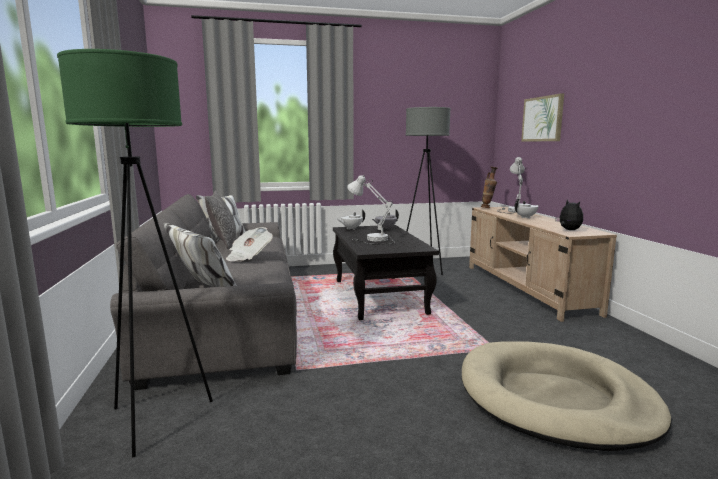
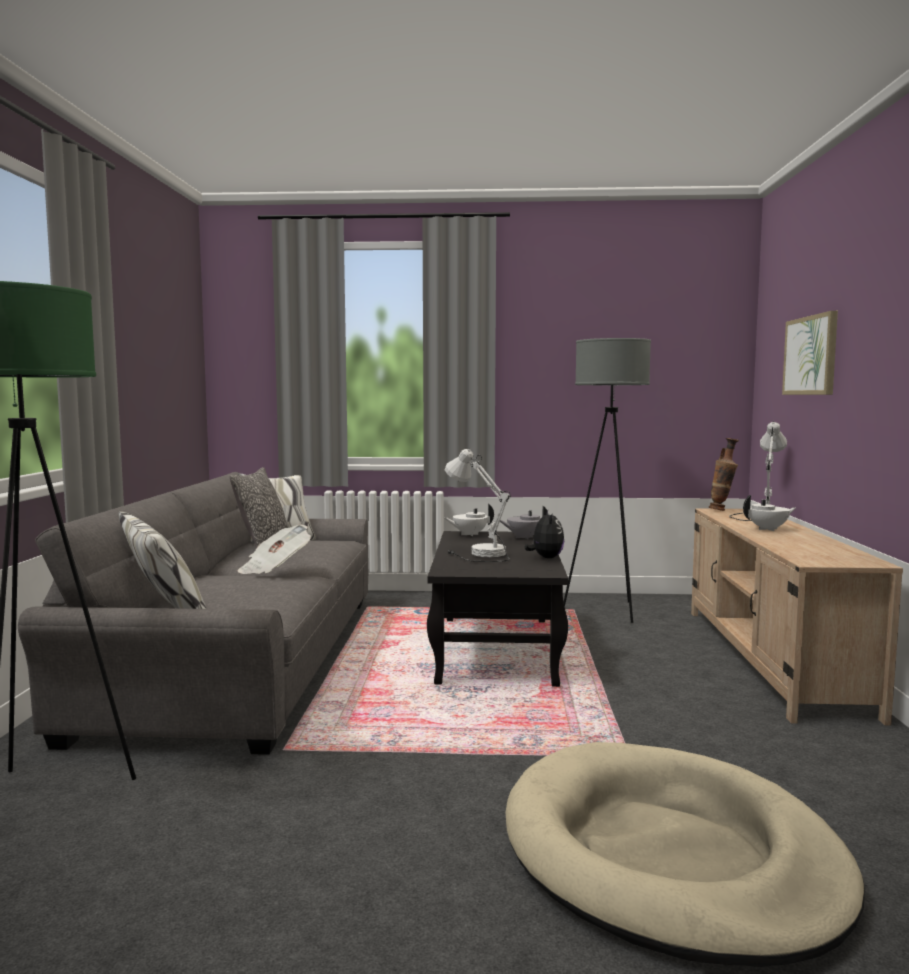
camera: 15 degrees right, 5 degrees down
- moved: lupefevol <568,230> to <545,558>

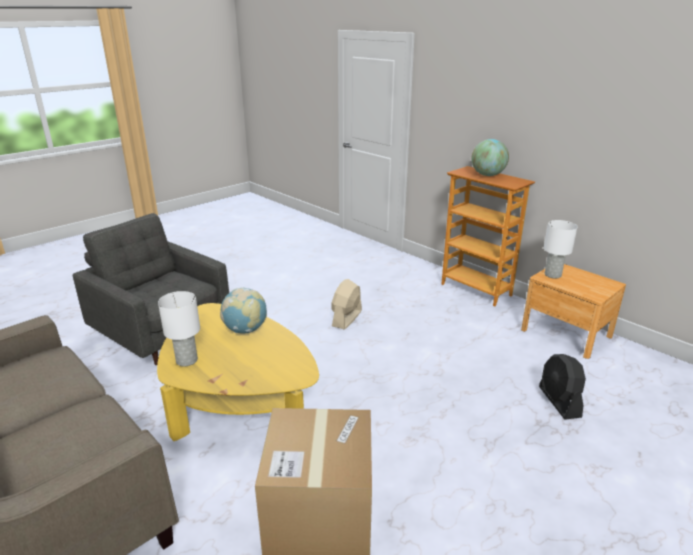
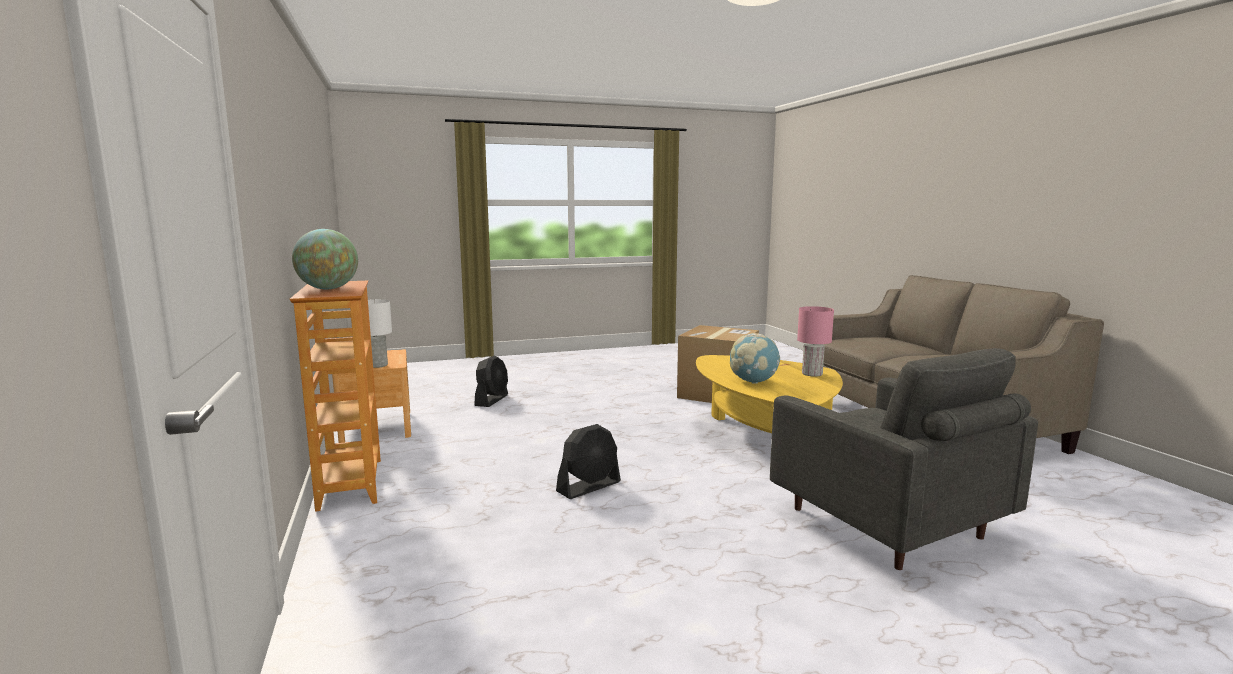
camera: 155 degrees left, 15 degrees down
- recoloured: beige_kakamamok <346,318> to black_kakamamok <589,487>
- recoloured: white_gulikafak <187,360> to pink_gulikafak <811,373>

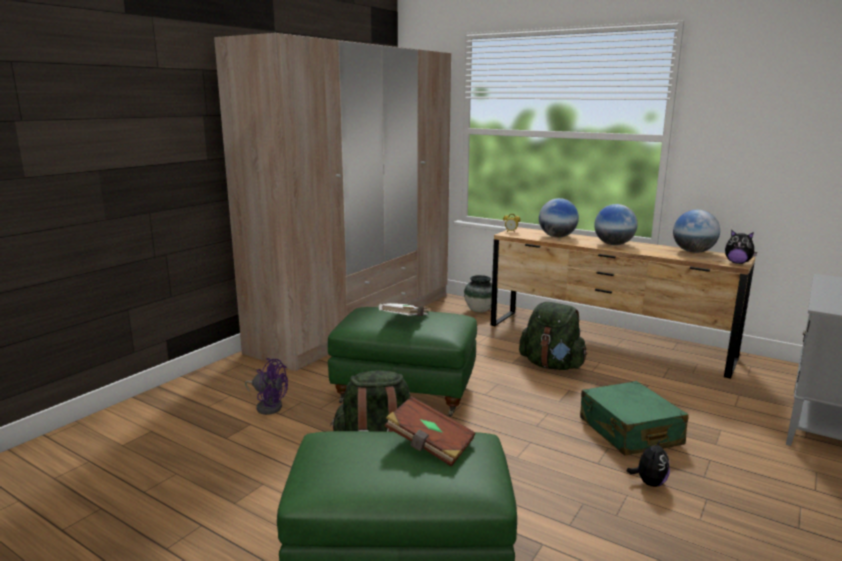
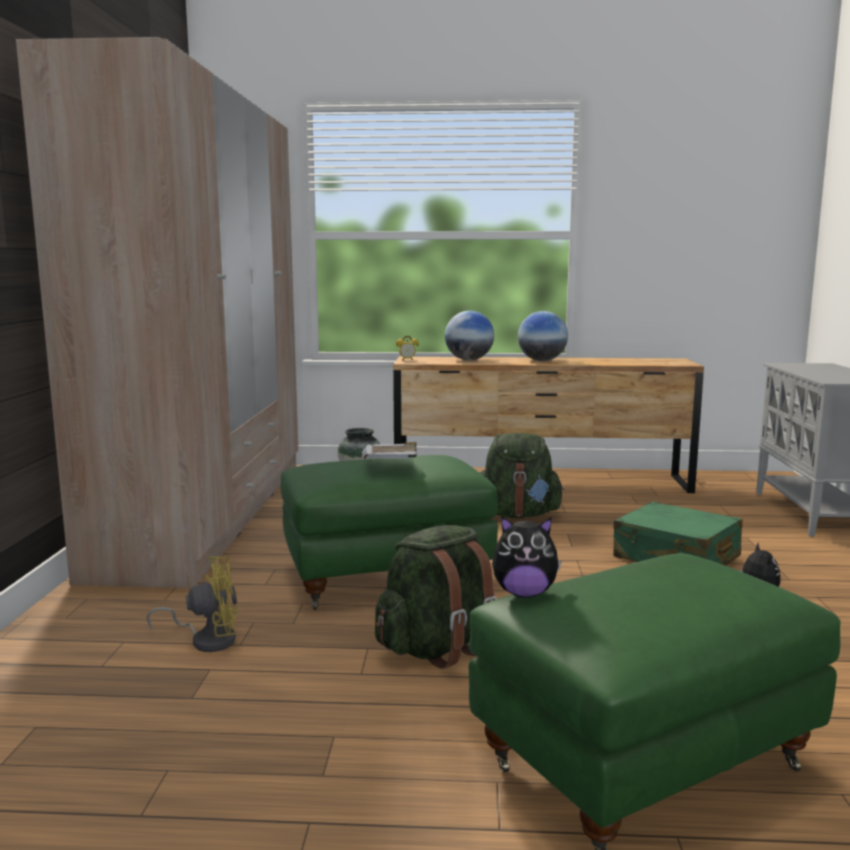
camera: 30 degrees left, 5 degrees down
- recoloured: purple_kakamamok <268,406> to yellow_kakamamok <208,639>
- moved: lupefevol <737,263> to <524,593>
- removed: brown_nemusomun <429,445>
- removed: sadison <693,252>

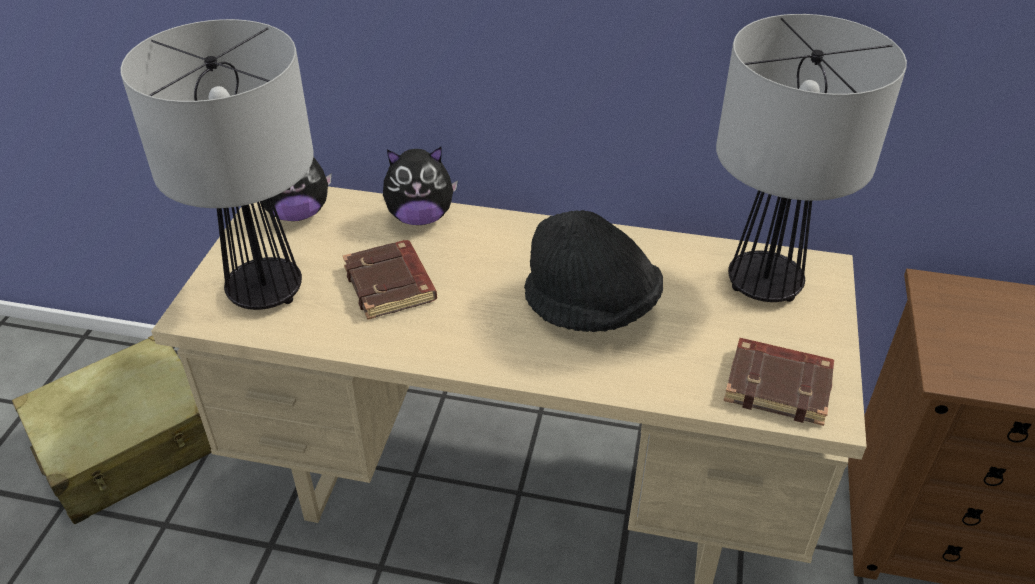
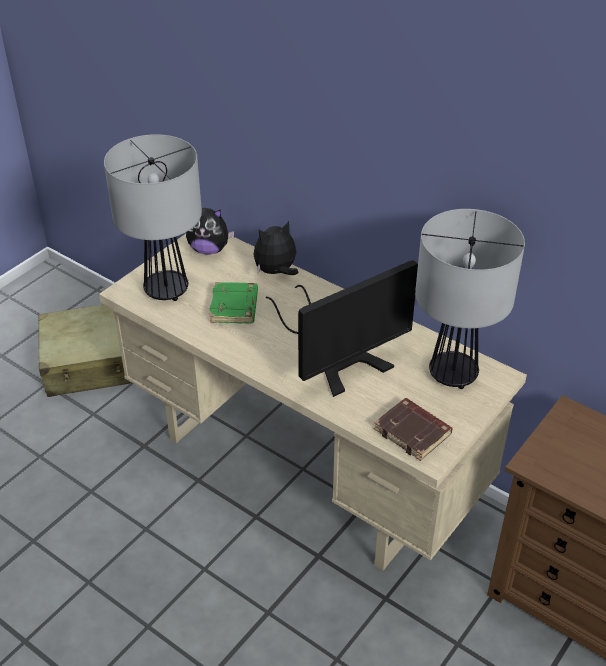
camera: 25 degrees right, 0 degrees up
- recoloured: brown_nemusomun <391,285> to green_nemusomun <235,307>
- turned: lupefevol <420,217> = <276,272> 135 degrees clockwise
- replaced: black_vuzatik <591,308> to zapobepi <337,355>

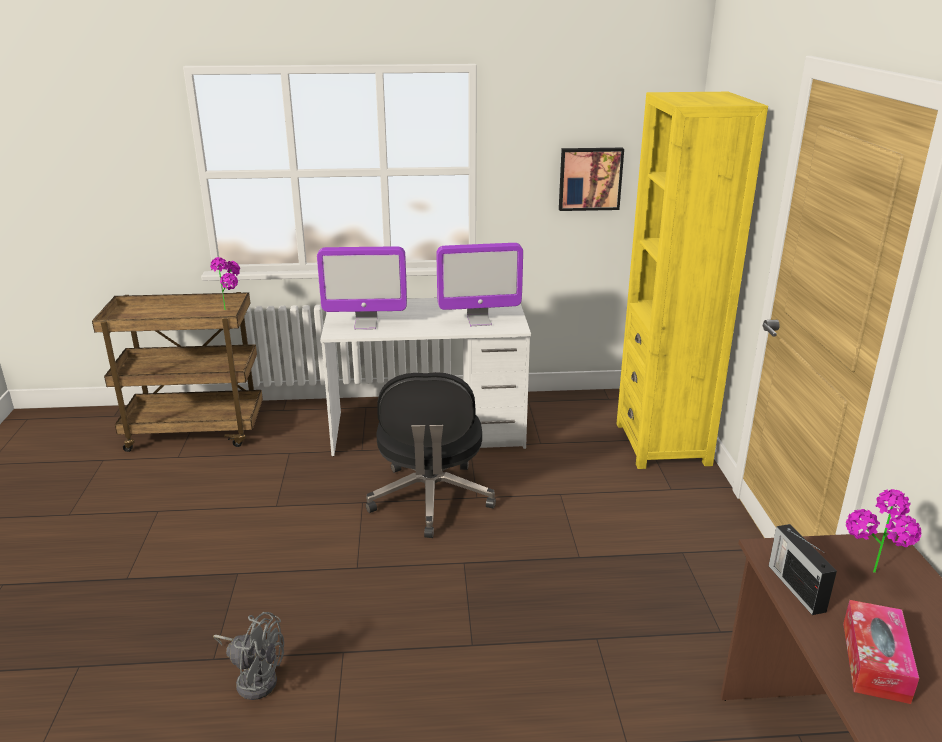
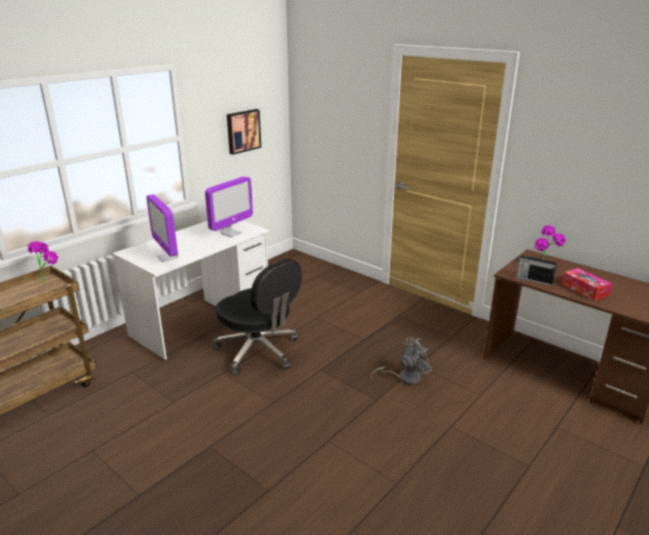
camera: 45 degrees left, 0 degrees up
- turned: zapobepi <365,325> = <168,257> 105 degrees clockwise
- moved: grey_kakamamok <254,678> to <404,378>
- removed: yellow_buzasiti <662,444>

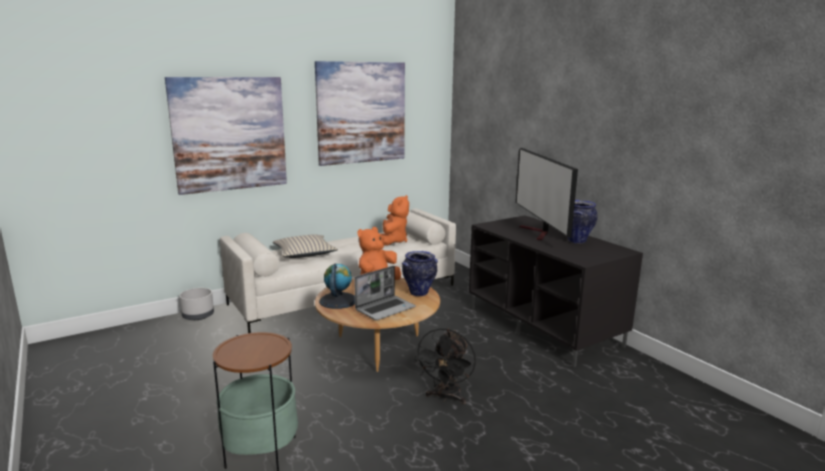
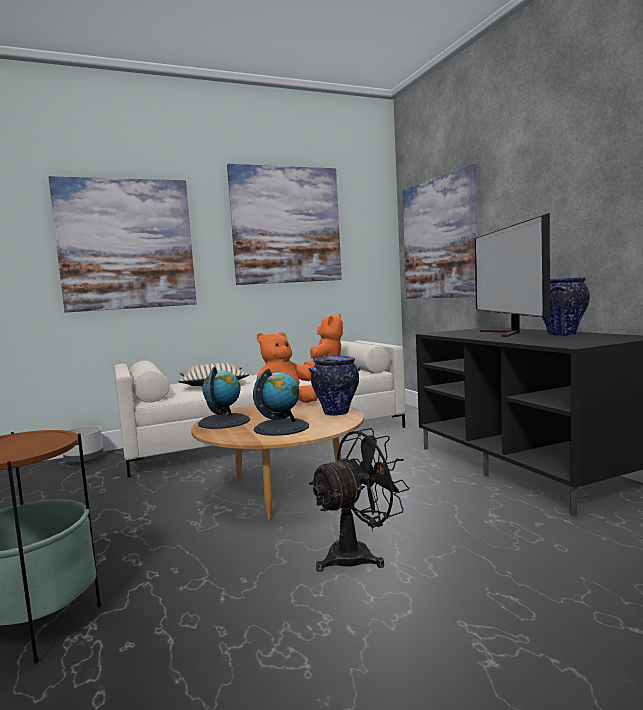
camera: 10 degrees right, 10 degrees down
- replaced: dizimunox <385,309> to sadison <281,427>
- turned: black_kakamamok <446,397> = <359,555> 150 degrees counterclockwise
- added: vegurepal <439,238>

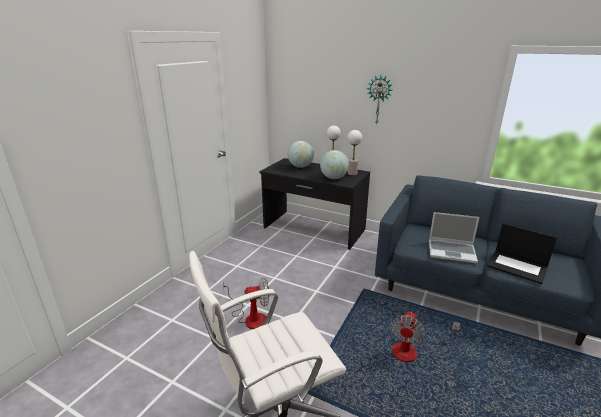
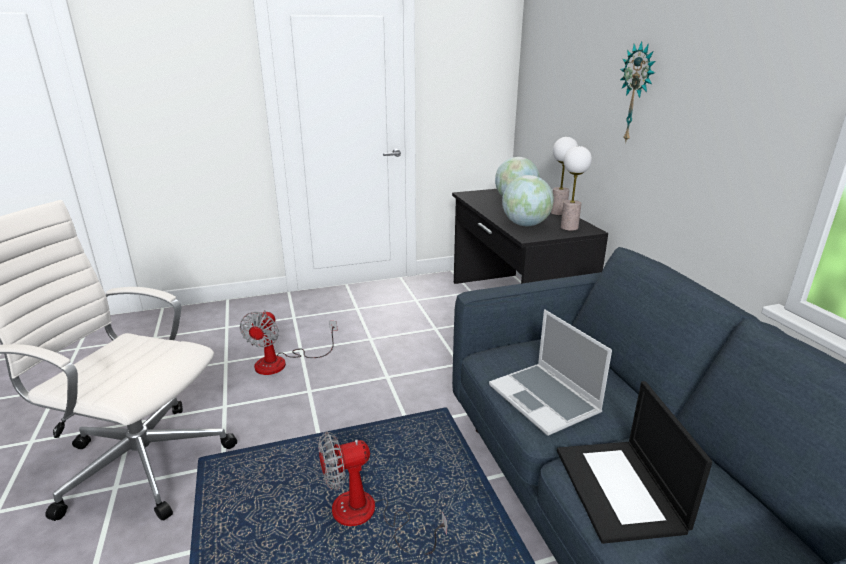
camera: 45 degrees right, 0 degrees up
- turned: kakamamok <251,317> = <282,362> 60 degrees clockwise

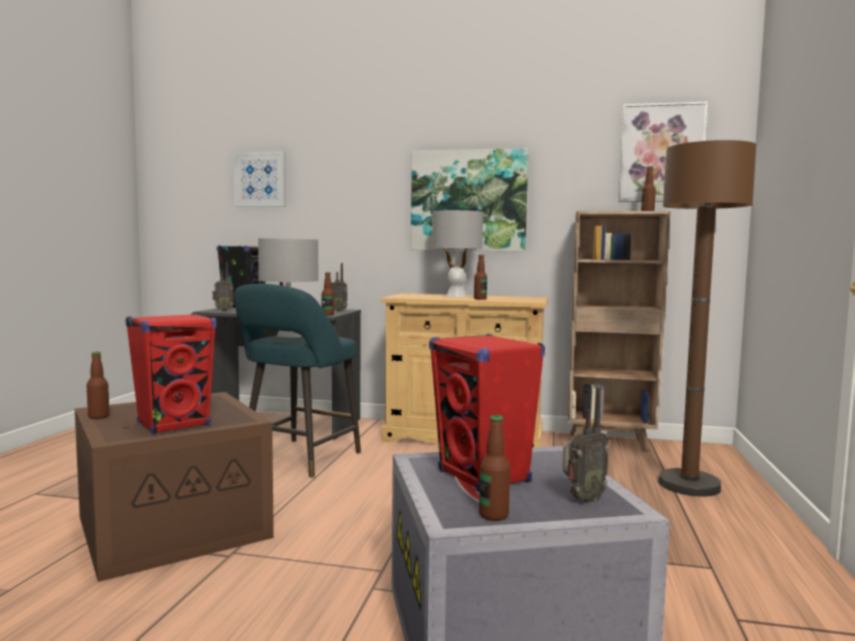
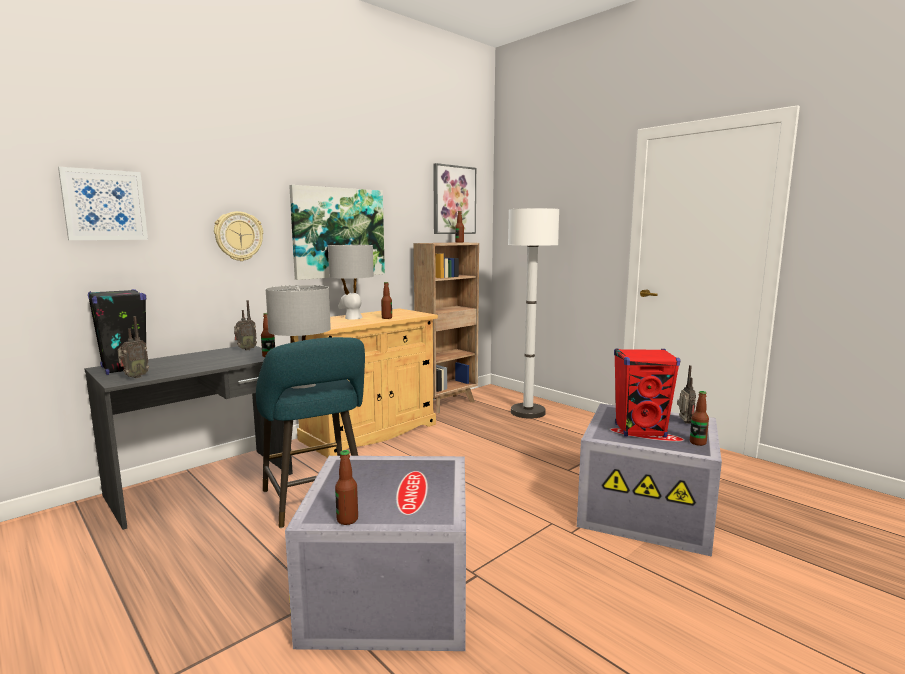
camera: 55 degrees left, 5 degrees up
- added: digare <238,236>
- recoloured: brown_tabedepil <175,525> to grey_tabedepil <388,590>
- recoloured: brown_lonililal <689,485> to white_lonililal <528,412>
- removed: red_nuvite <174,425>

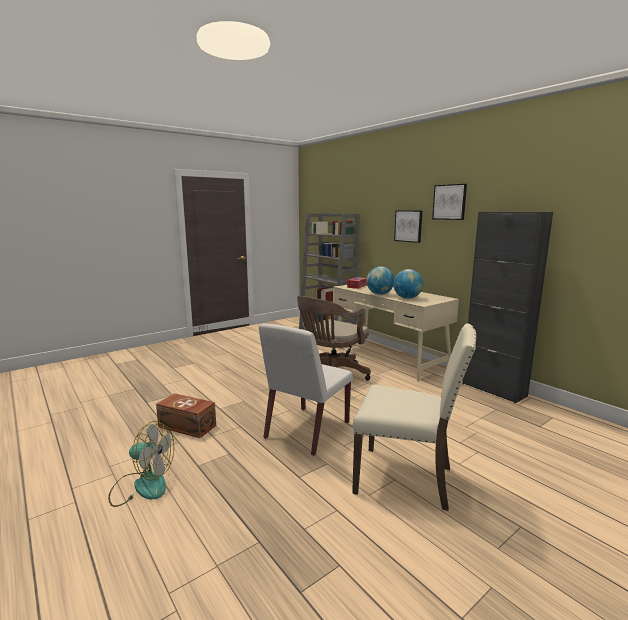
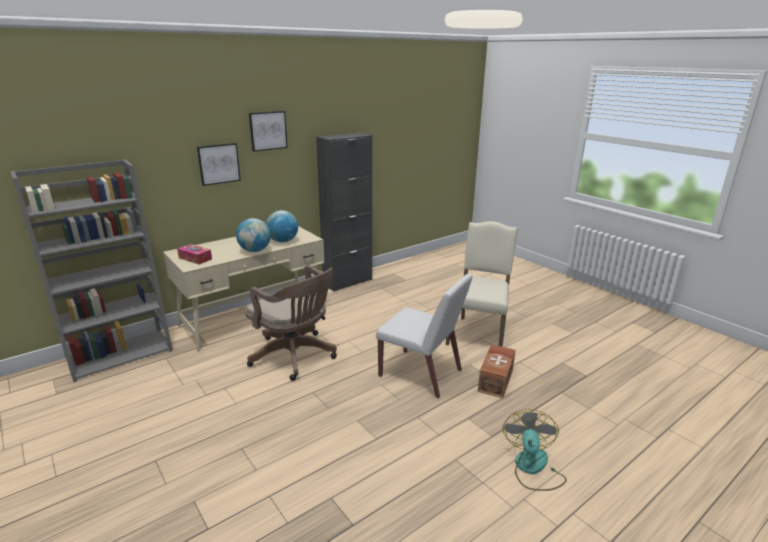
camera: 90 degrees left, 10 degrees up
- moved: brown_tabedepil <187,426> to <496,380>

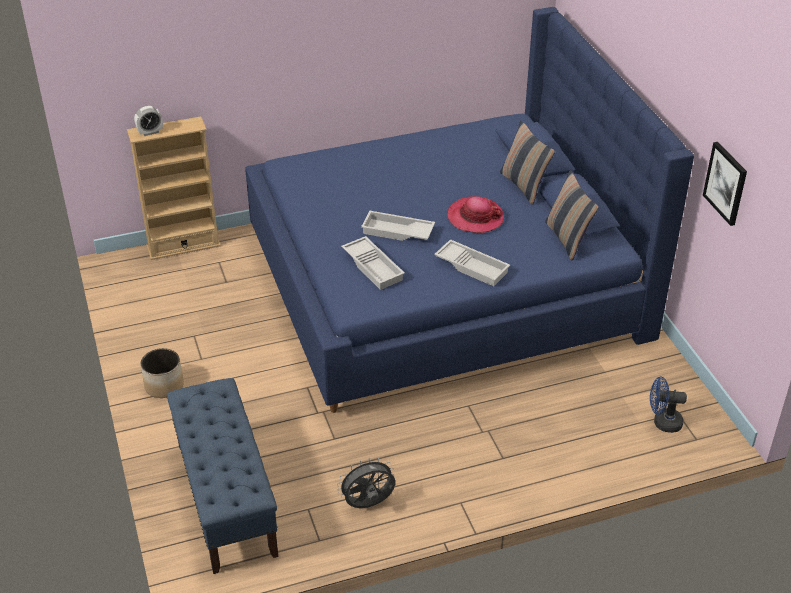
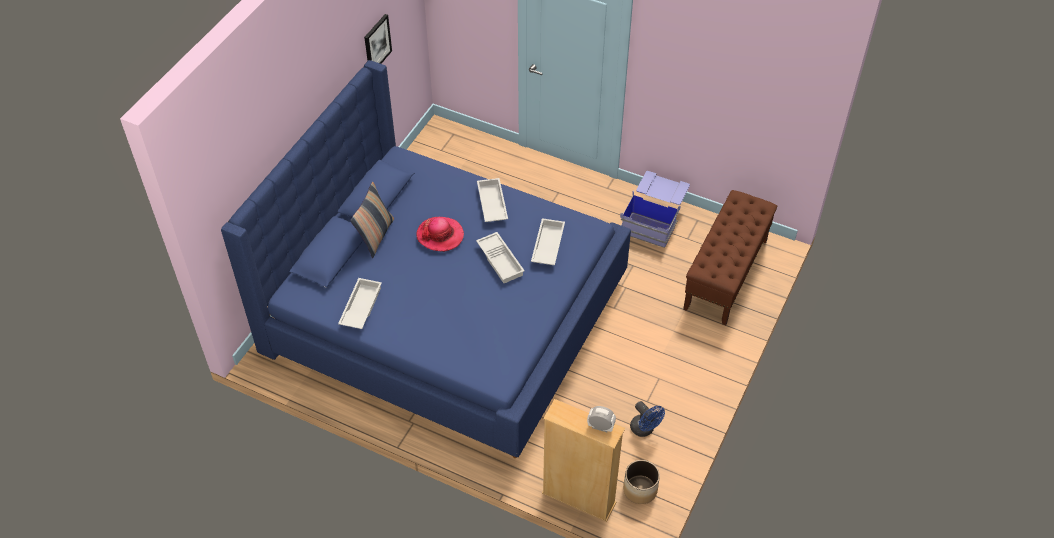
camera: 135 degrees left, 10 degrees up
- added: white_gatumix <360,307>
- replaced: grey_kakamamok <368,505> to blue_tabedepil <654,219>
- moved: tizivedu <164,385> to <639,489>
- moved: blue_kakamamok <662,422> to <645,430>
- recoloured: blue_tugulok <226,498> to brown_tugulok <725,275>
- removed: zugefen <567,239>

